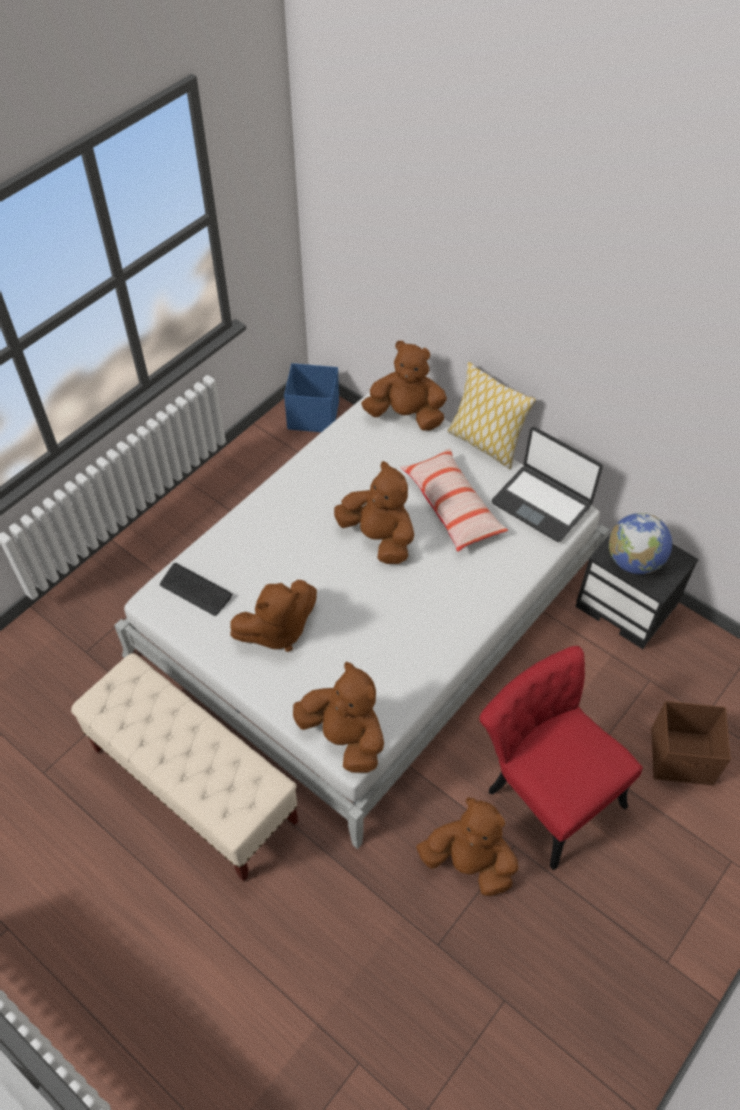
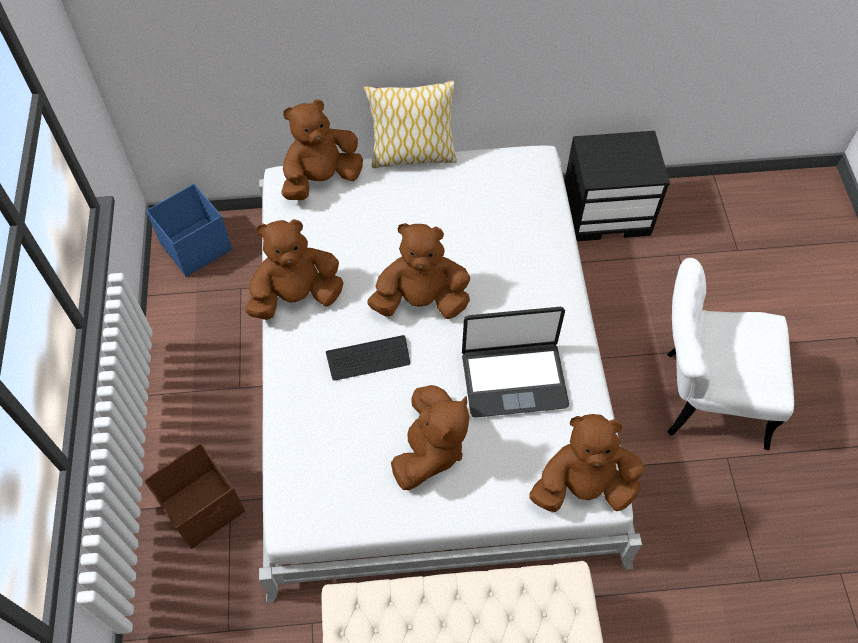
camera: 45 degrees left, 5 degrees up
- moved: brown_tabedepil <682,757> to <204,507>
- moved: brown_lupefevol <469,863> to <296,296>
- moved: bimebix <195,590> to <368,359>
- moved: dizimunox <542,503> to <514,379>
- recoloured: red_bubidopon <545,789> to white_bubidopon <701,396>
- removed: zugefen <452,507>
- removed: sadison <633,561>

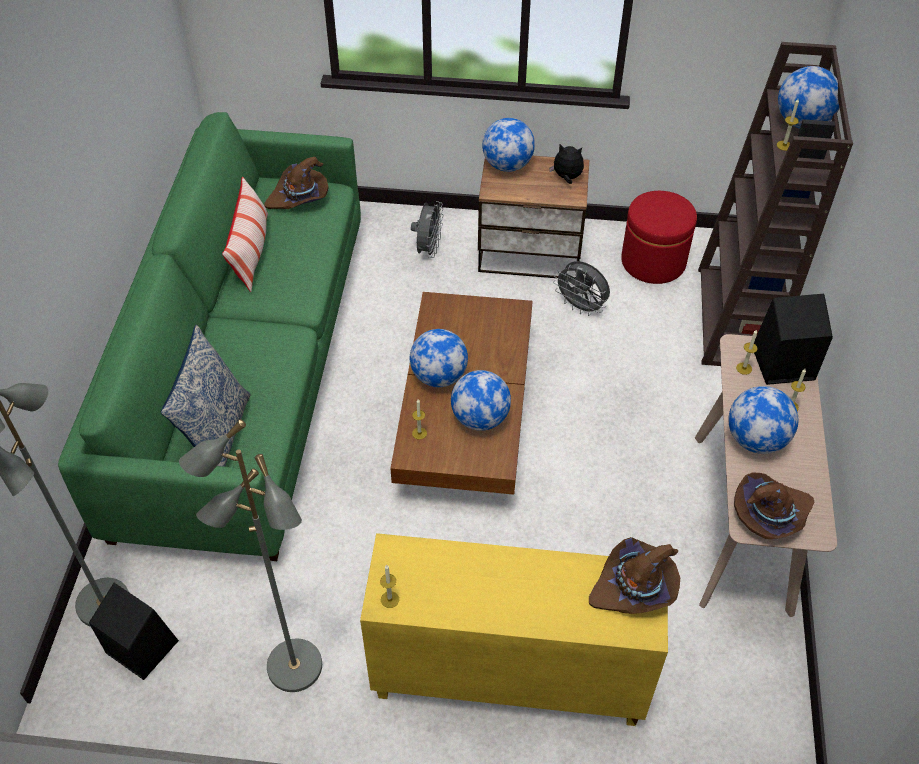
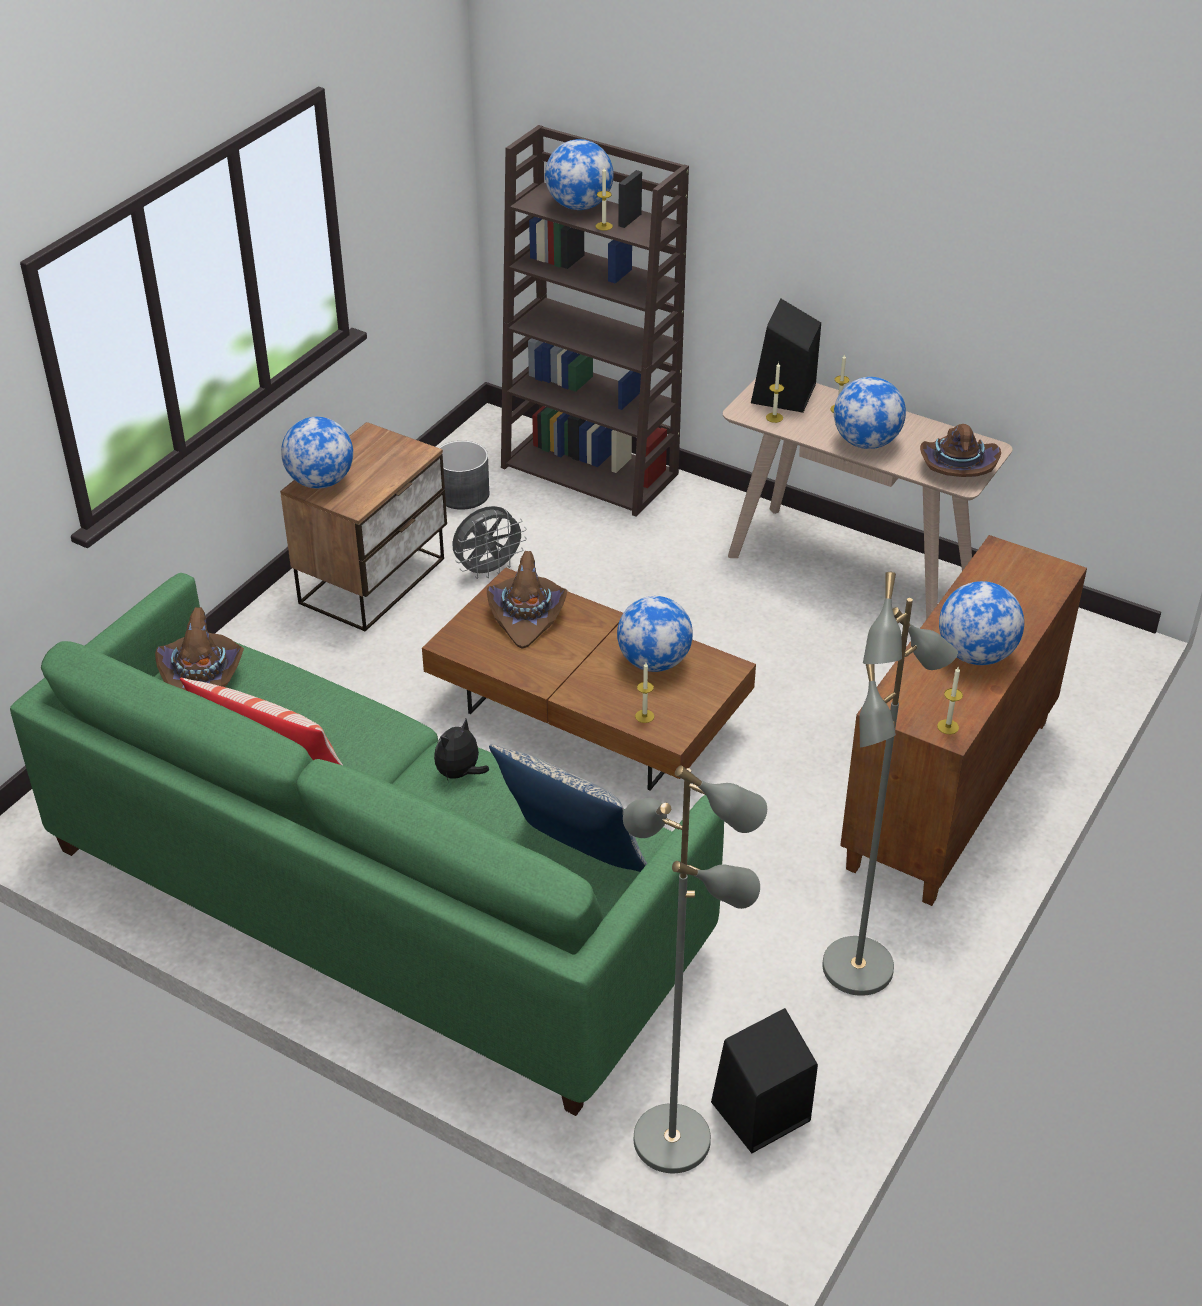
camera: 65 degrees left, 10 degrees down
- moved: lupefevol <567,178> to <460,774>
- replaced: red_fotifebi <653,261> to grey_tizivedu <463,494>
- moved: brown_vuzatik <635,587> to <527,615>
- recoloured: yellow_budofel <507,676> to brown_budofel <950,795>
- moved: sadison <439,376> to <975,655>
- removed: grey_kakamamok <428,249>

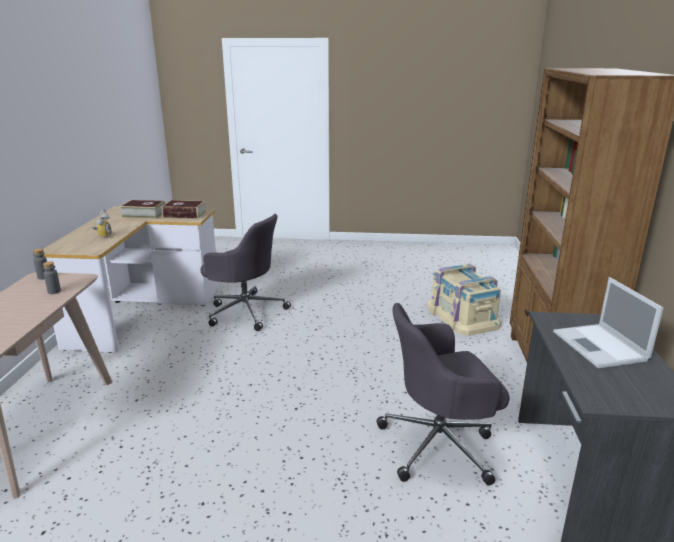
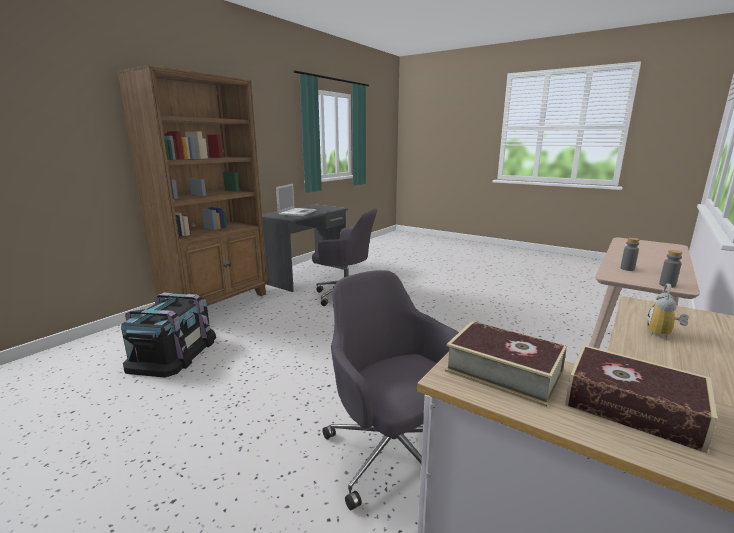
camera: 150 degrees left, 5 degrees down
- recoloured: beige_tabedepil <463,316> to black_tabedepil <172,352>

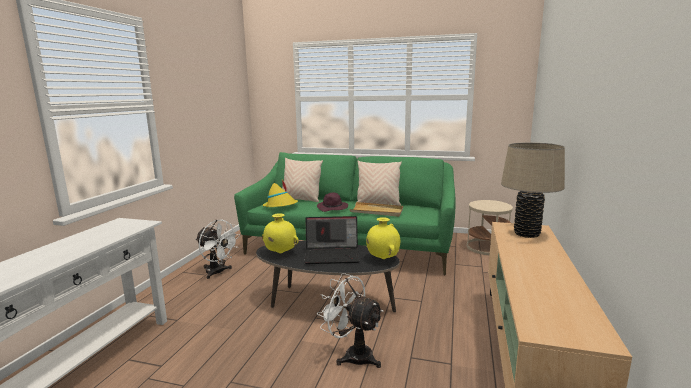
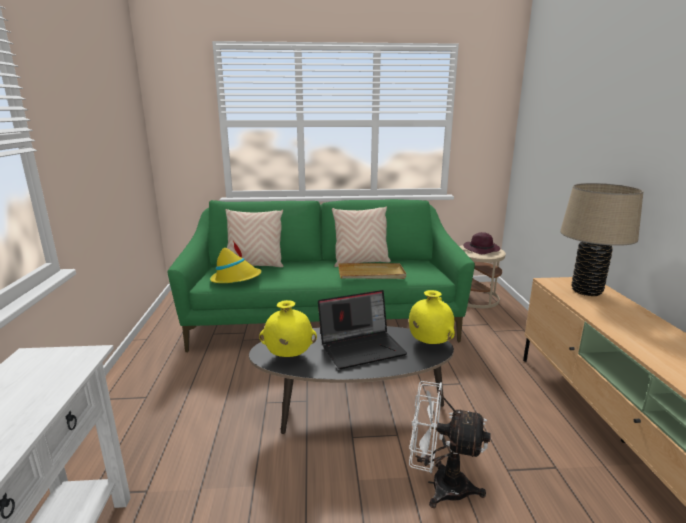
camera: 20 degrees left, 5 degrees up
- moved: purple_vuzatik <333,208> to <481,249>
- removed: white_kakamamok <218,272>

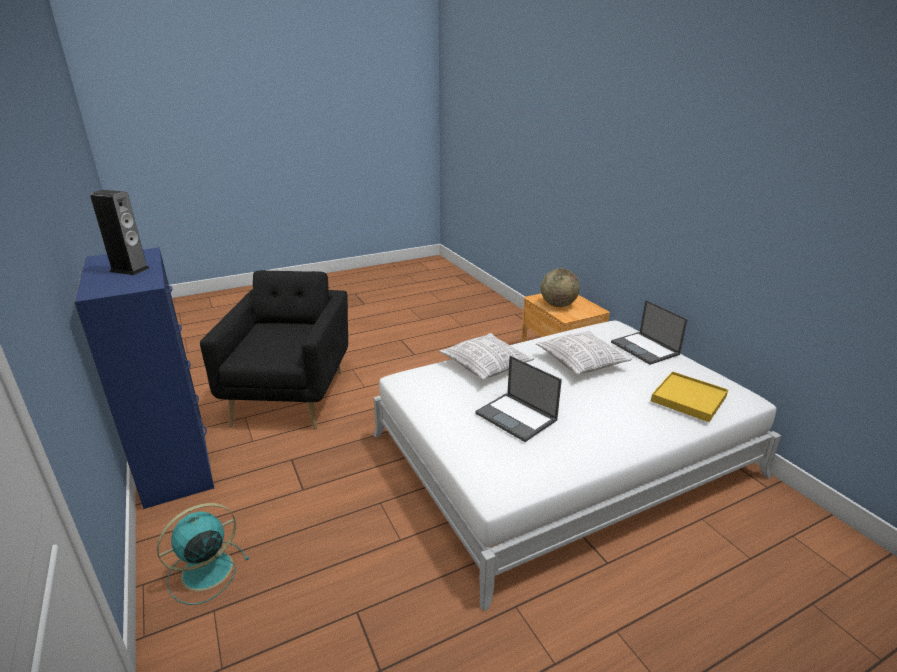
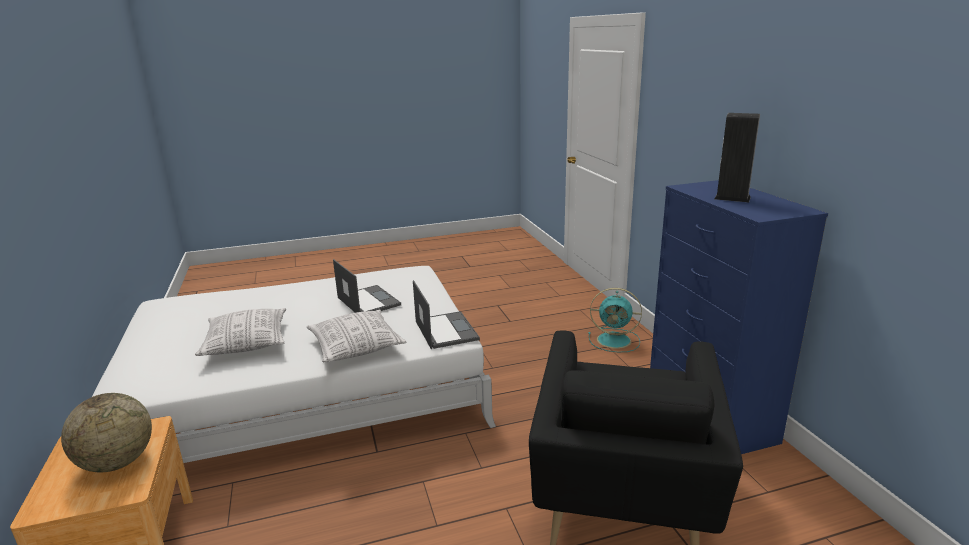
camera: 170 degrees left, 5 degrees down
- moved: dizimunox <645,348> to <445,330>
- turned: turquoise_kakamamok <205,571> = <615,340> 45 degrees clockwise
- removed: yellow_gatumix <688,398>

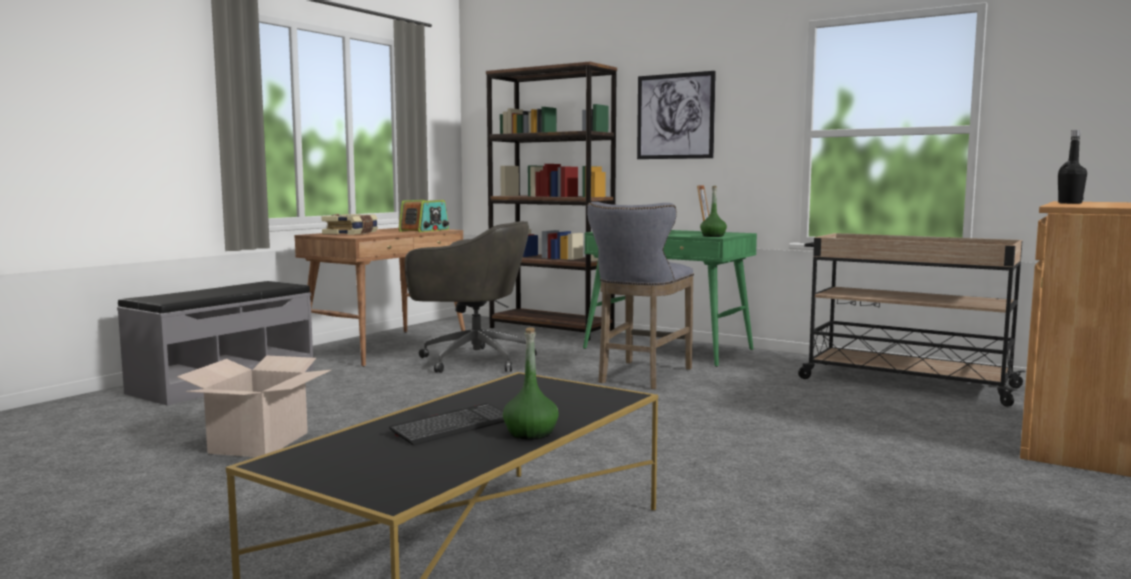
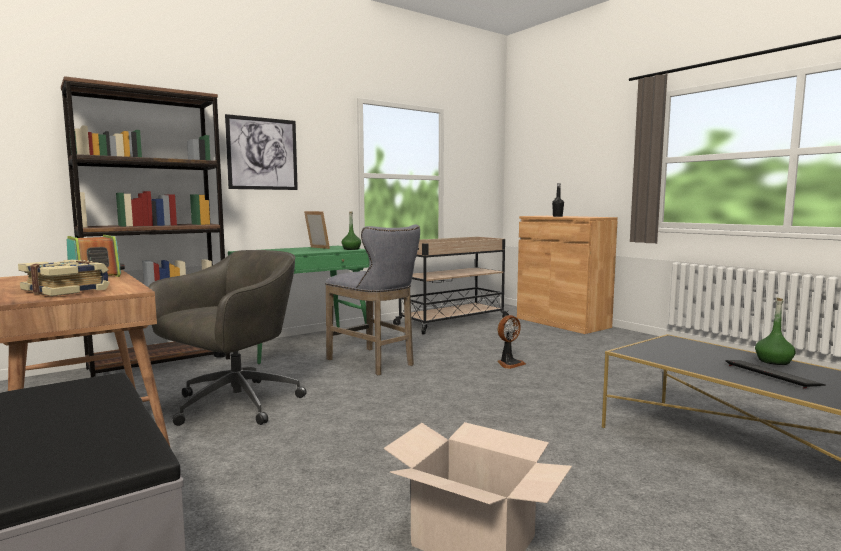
camera: 70 degrees left, 0 degrees up
- added: kakamamok <509,364>

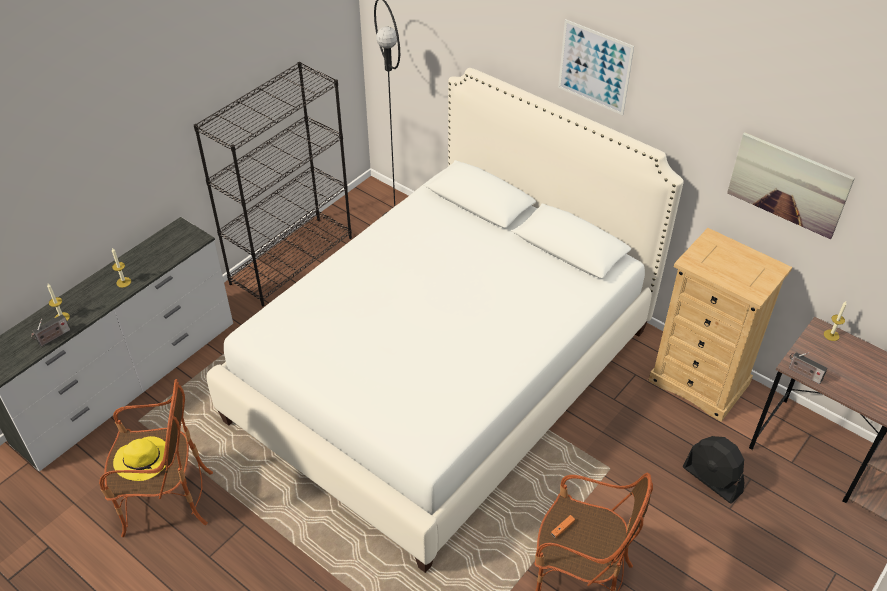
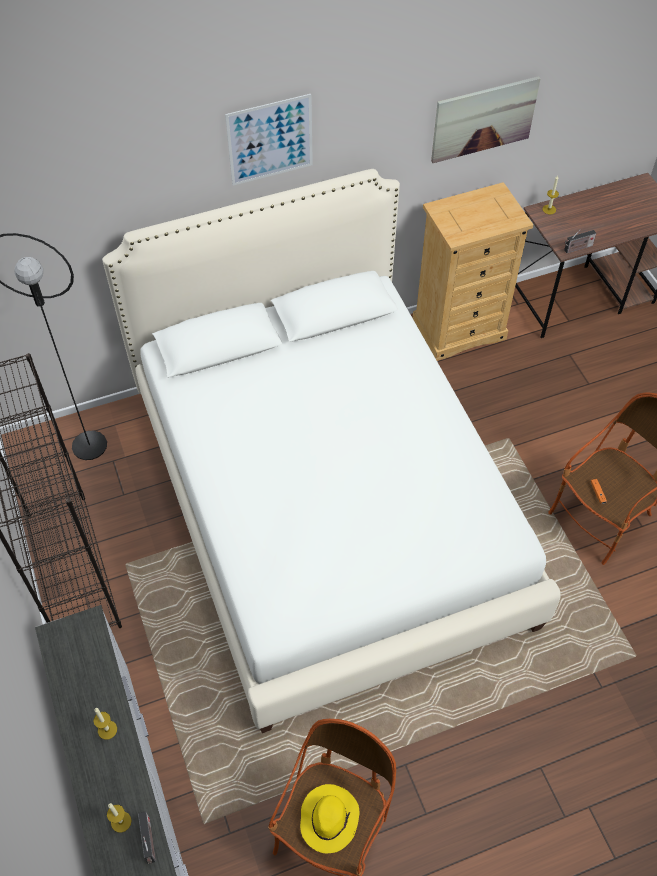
camera: 60 degrees left, 10 degrees up
- removed: black_kakamamok <712,480>

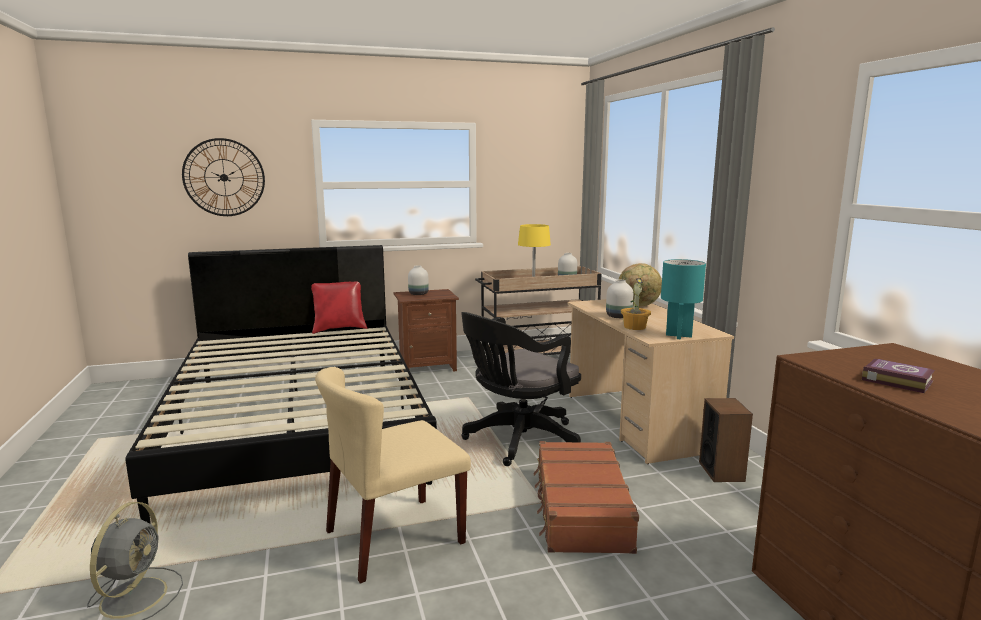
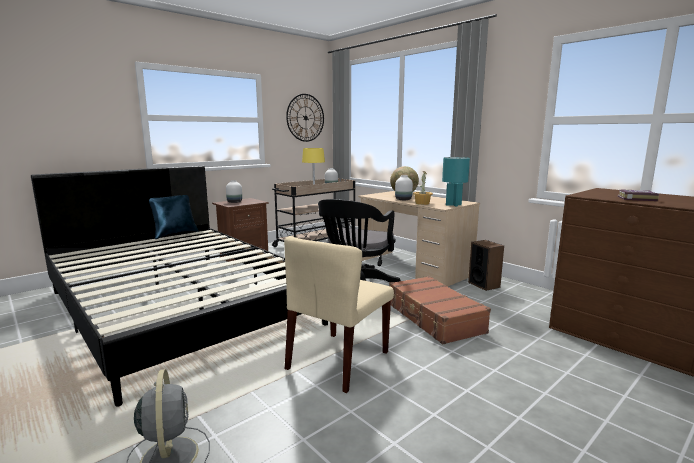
camera: 25 degrees left, 0 degrees up
- recoloured: red_zugefen <339,329> to blue_zugefen <175,234>
- moved: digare <224,177> to <305,118>

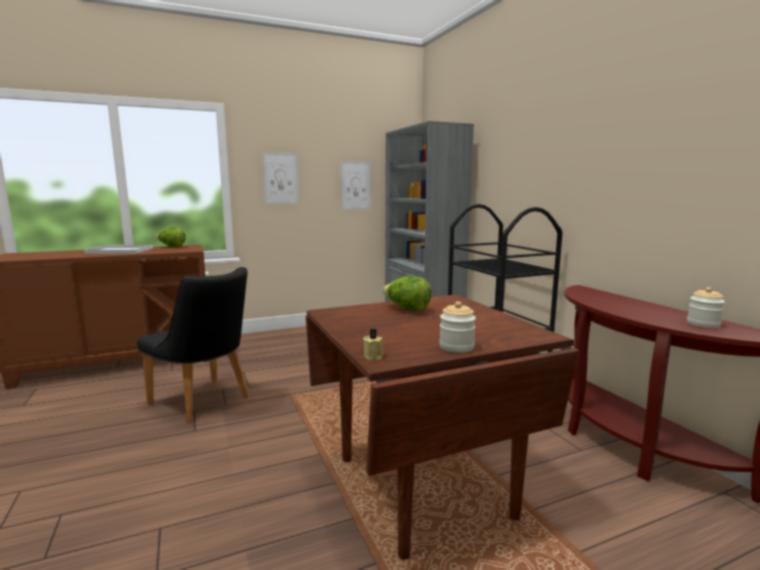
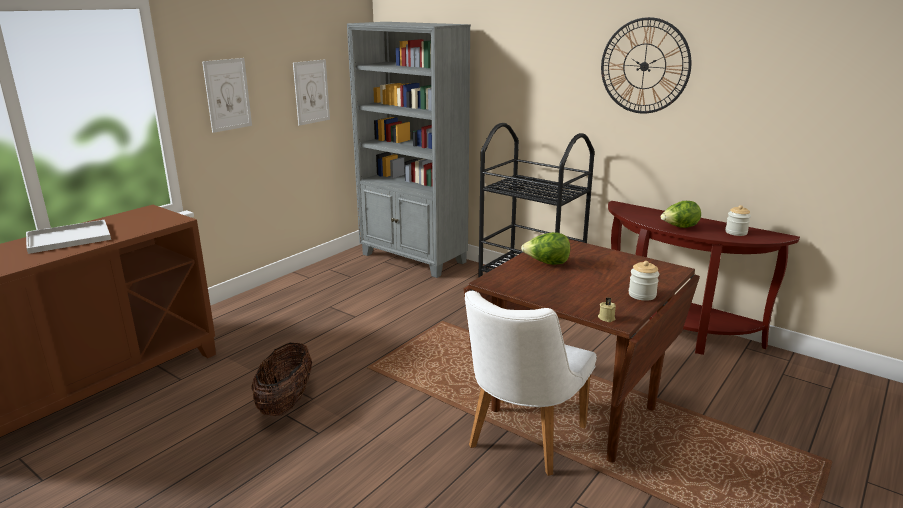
camera: 30 degrees left, 10 degrees up
- replaced: black_bubidopon <206,402> to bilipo <286,402>
- added: white_bubidopon <521,442>
- added: digare <644,66>
- moved: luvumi <171,247> to <679,227>

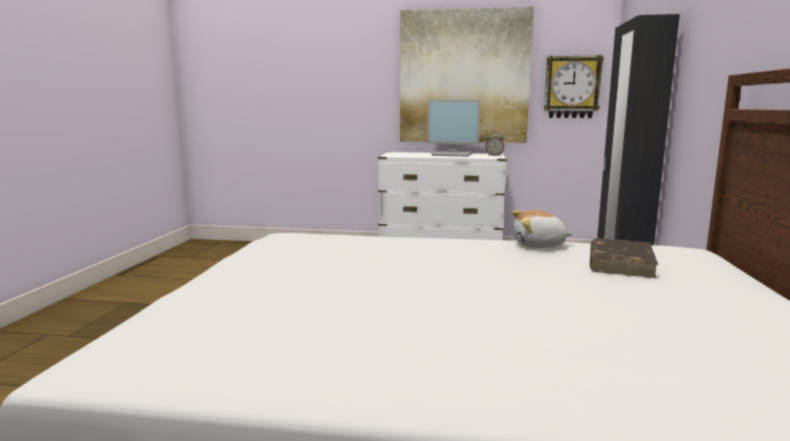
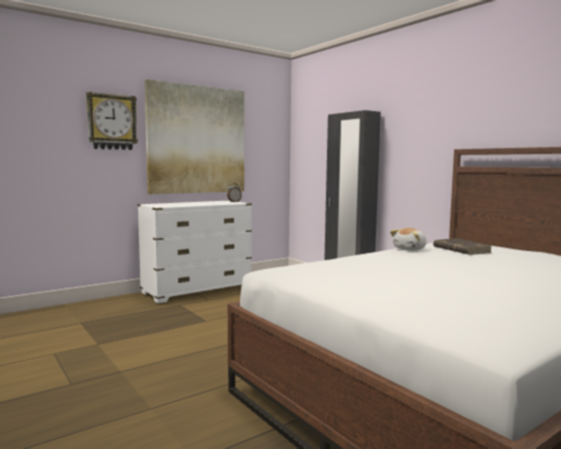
camera: 45 degrees left, 5 degrees down
- moved: digare <572,87> to <112,122>
- removed: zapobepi <453,154>

